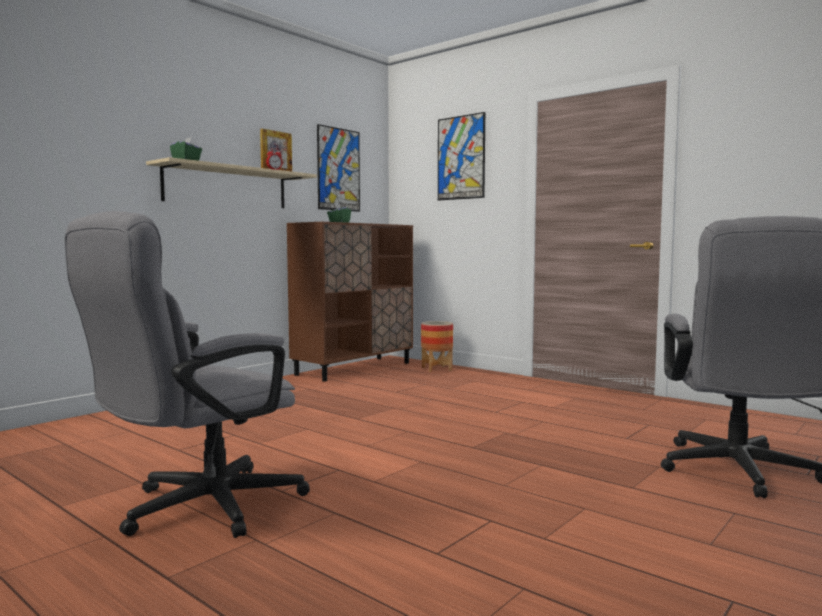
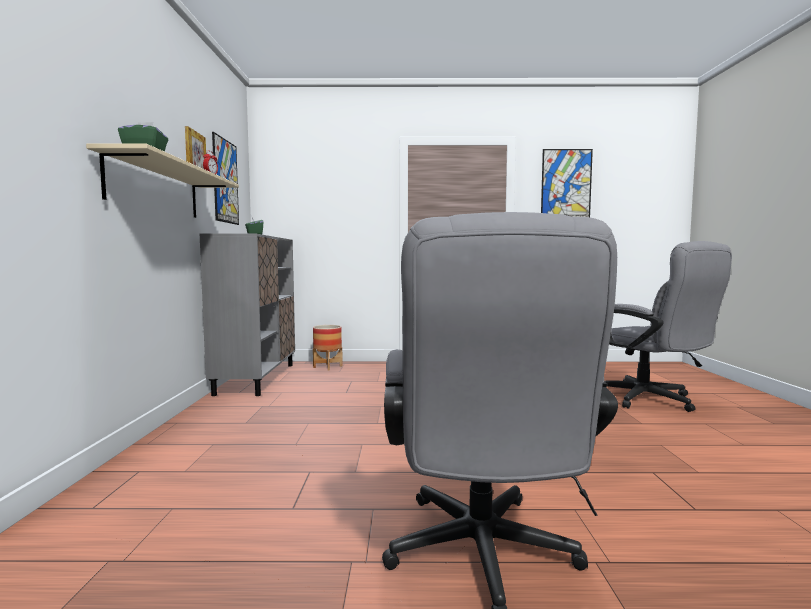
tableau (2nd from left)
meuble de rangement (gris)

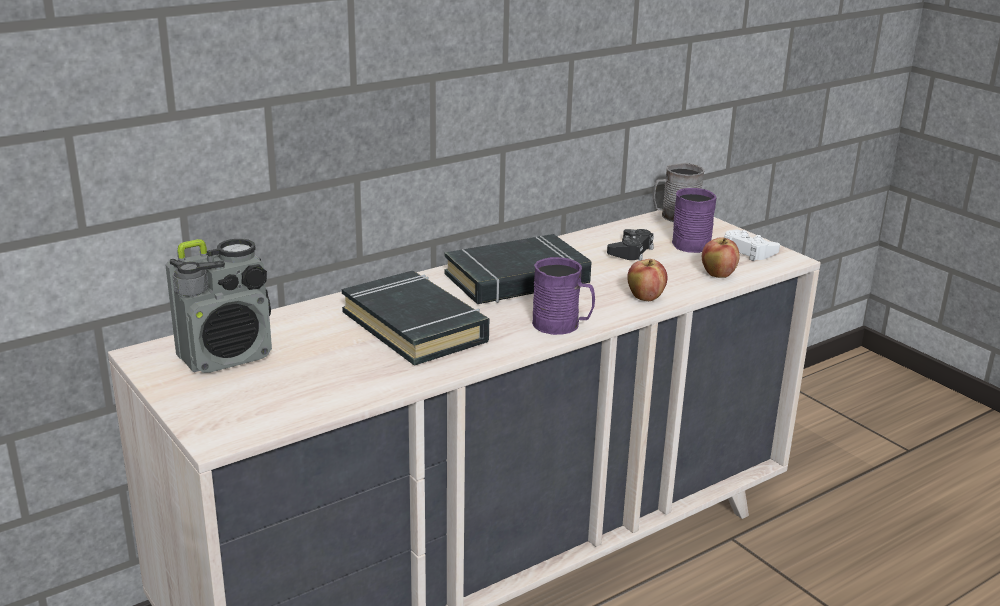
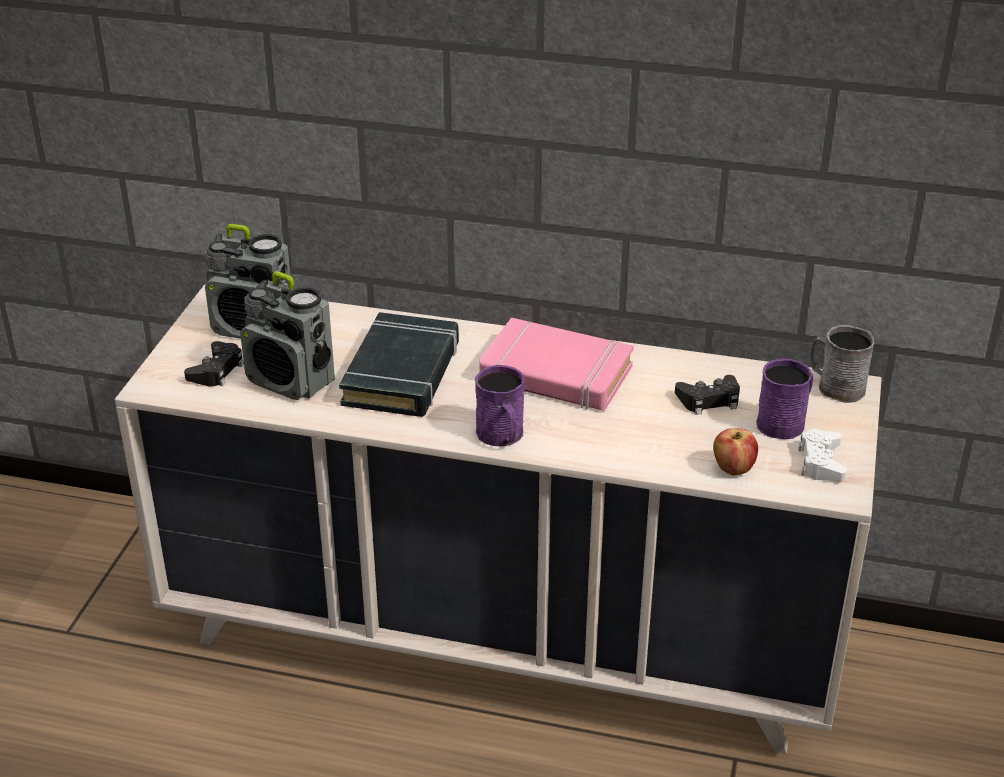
pomme (1st from left in the first image)
manette (noir) (1st from left)
radio (2nd from left)
livre (rose)

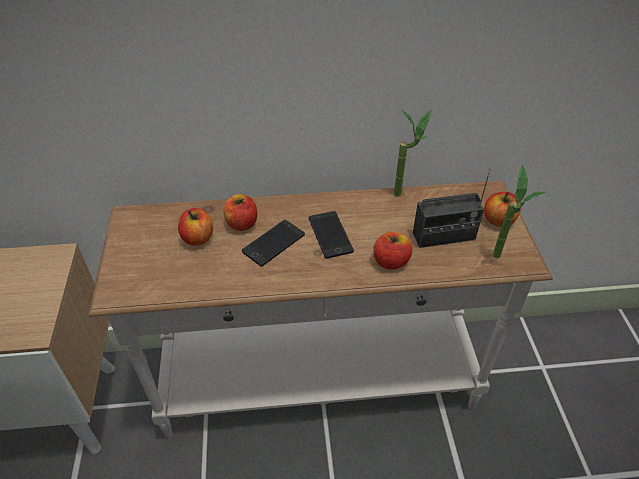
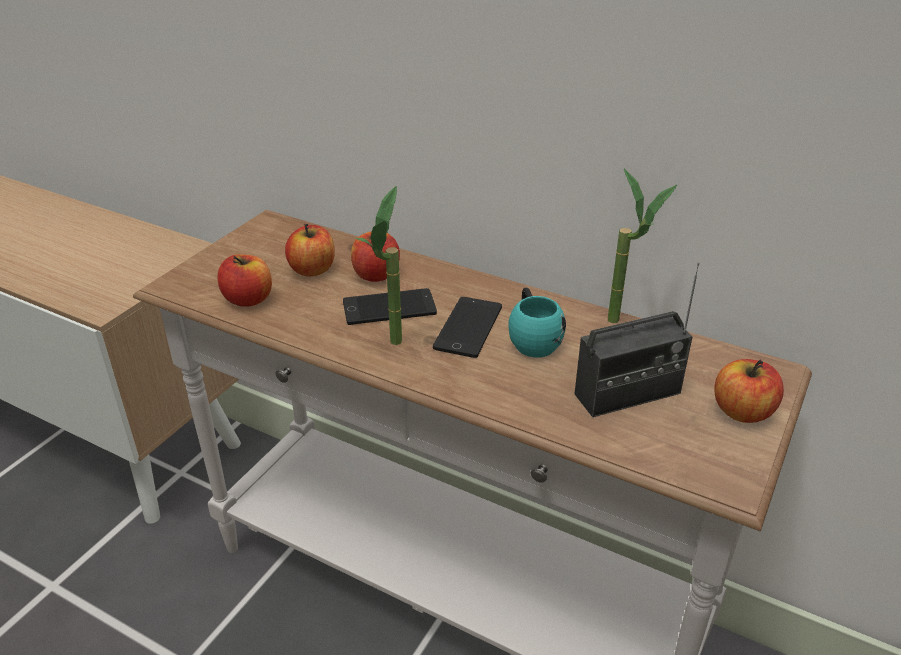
mug (turquoise)
pomme (1st from left)
plante en pot (1st from left)
radio

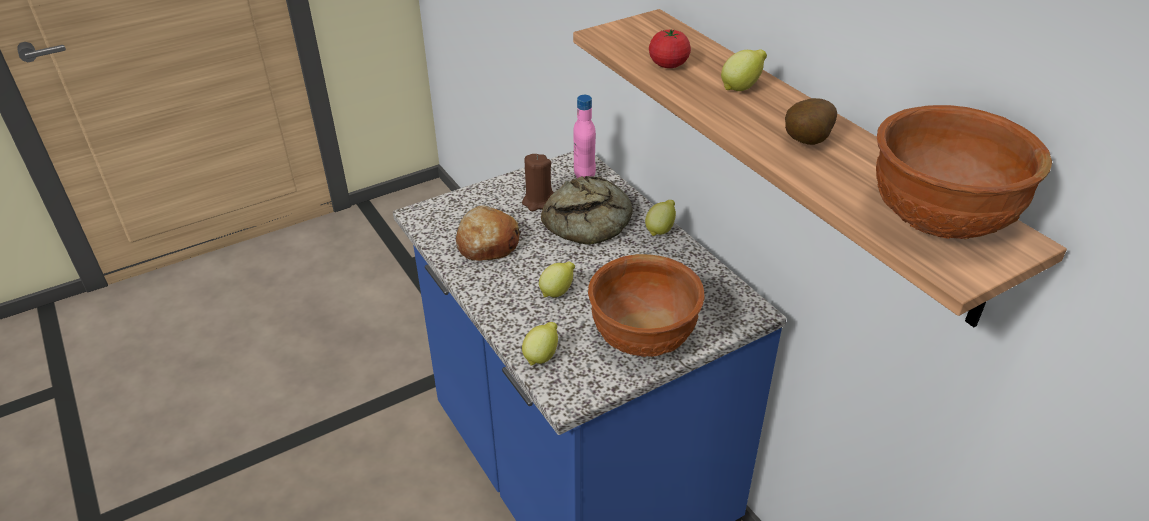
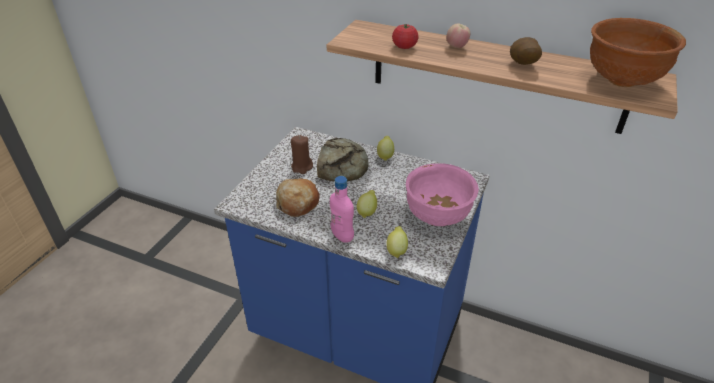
bouteille (rose)
pomme
bol (rose)

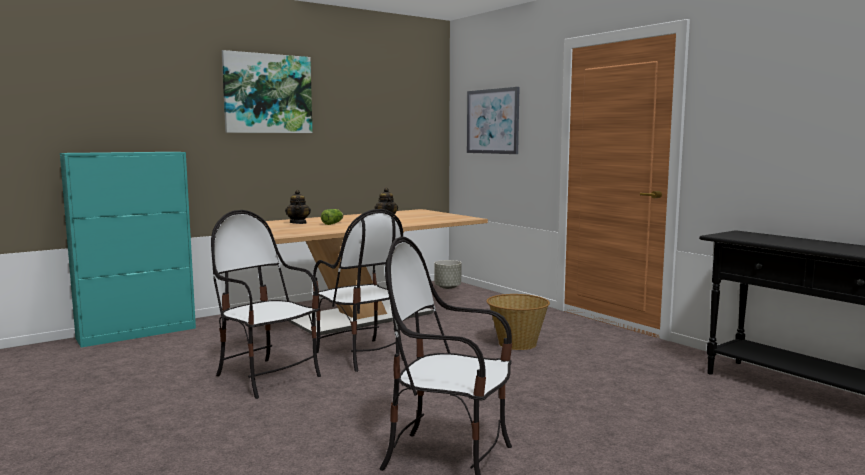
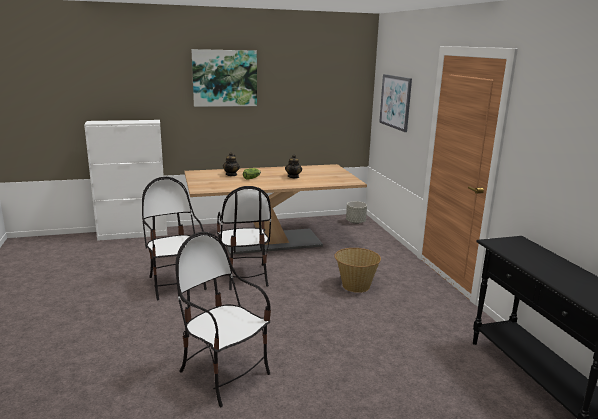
meuble de rangement (blanc)

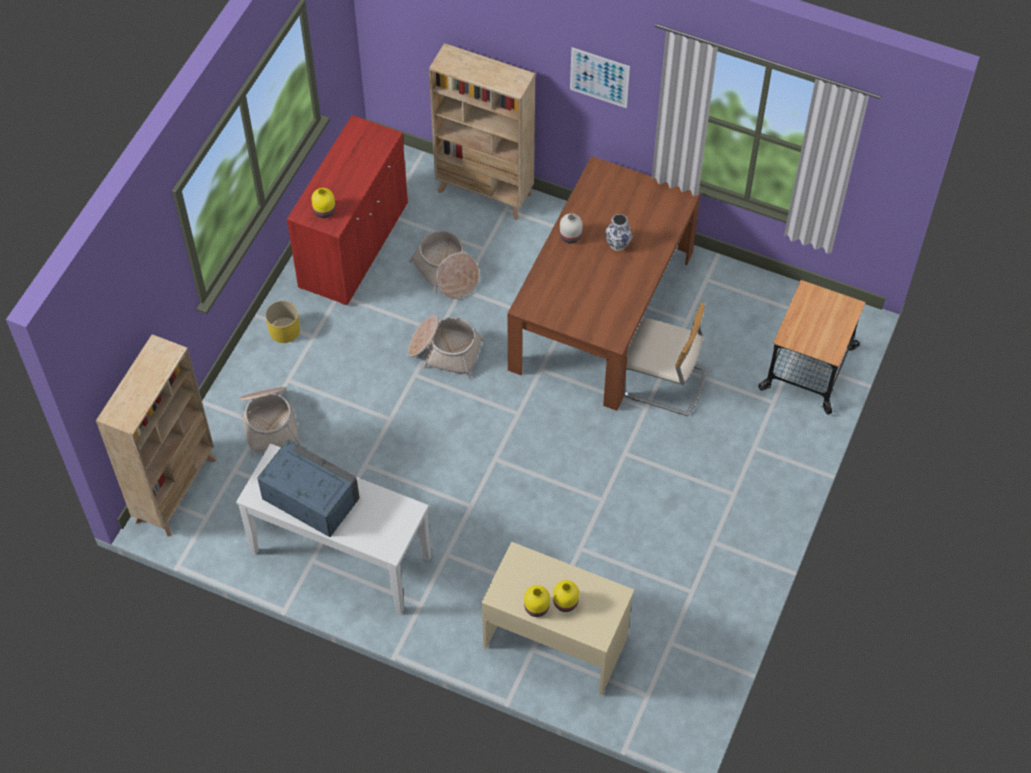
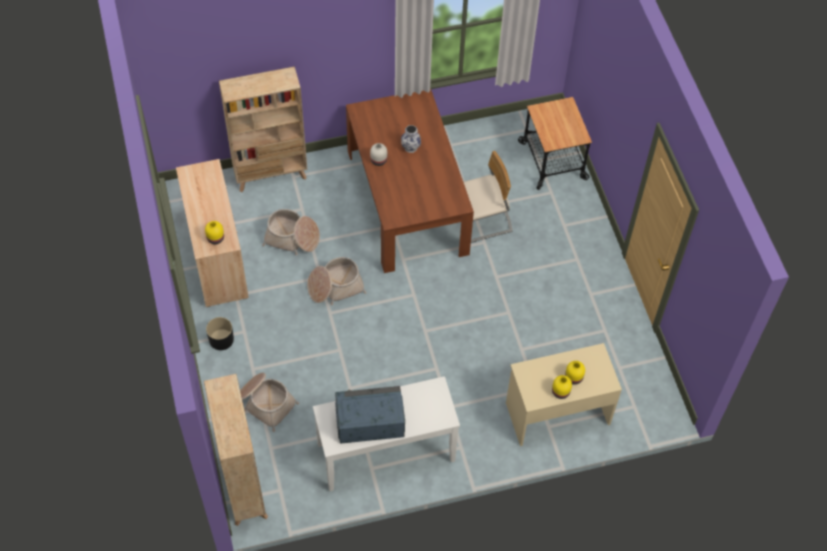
tableau
cache-pot (noir)
meuble de rangement (beige)

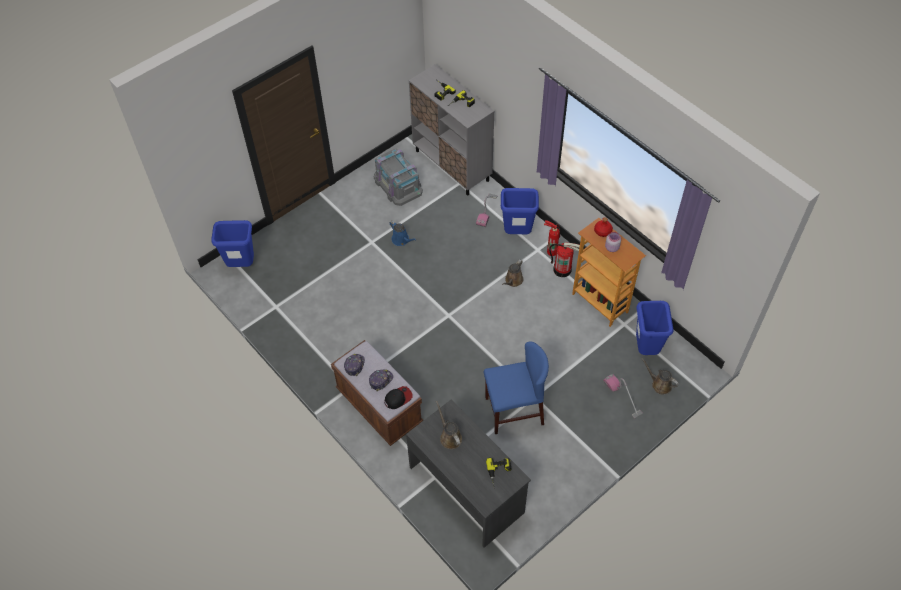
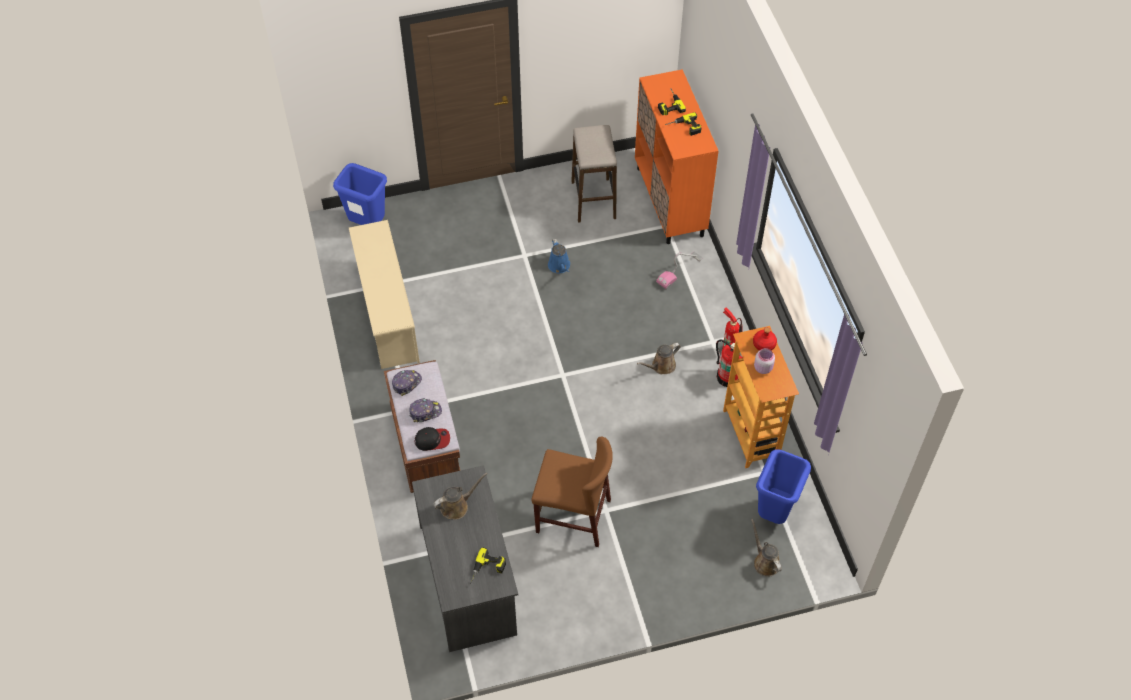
poubelle (bleu) (2nd from left in the first image)
aspirateur (2nd from left in the first image)
étagère à chaussures (beige)
tabouret
meuble de rangement (orange)
chaise (marron)
arrosoir (marron) (1st from left)

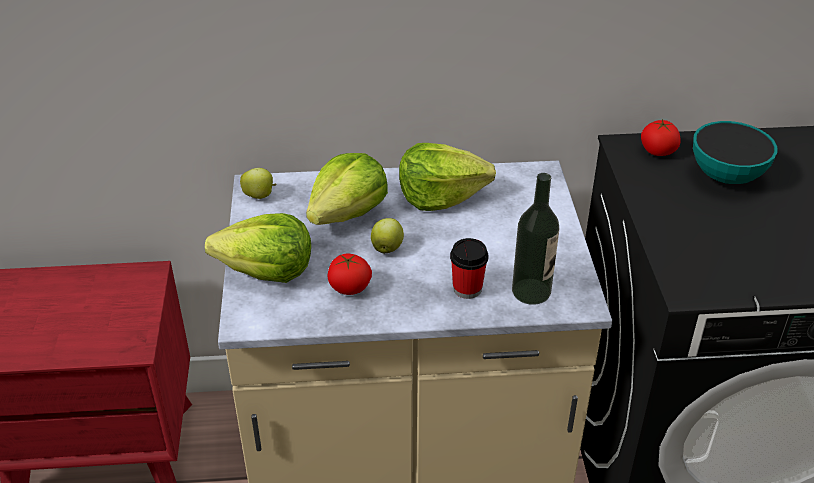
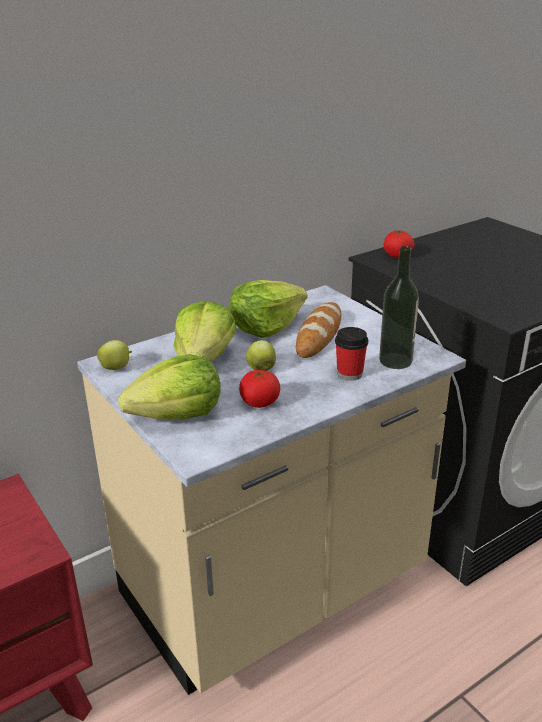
bol
pain

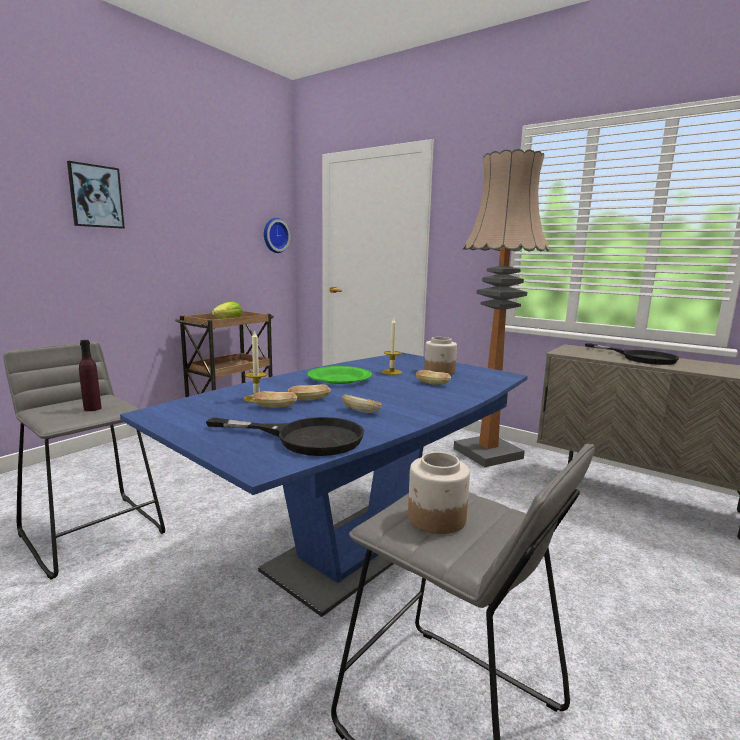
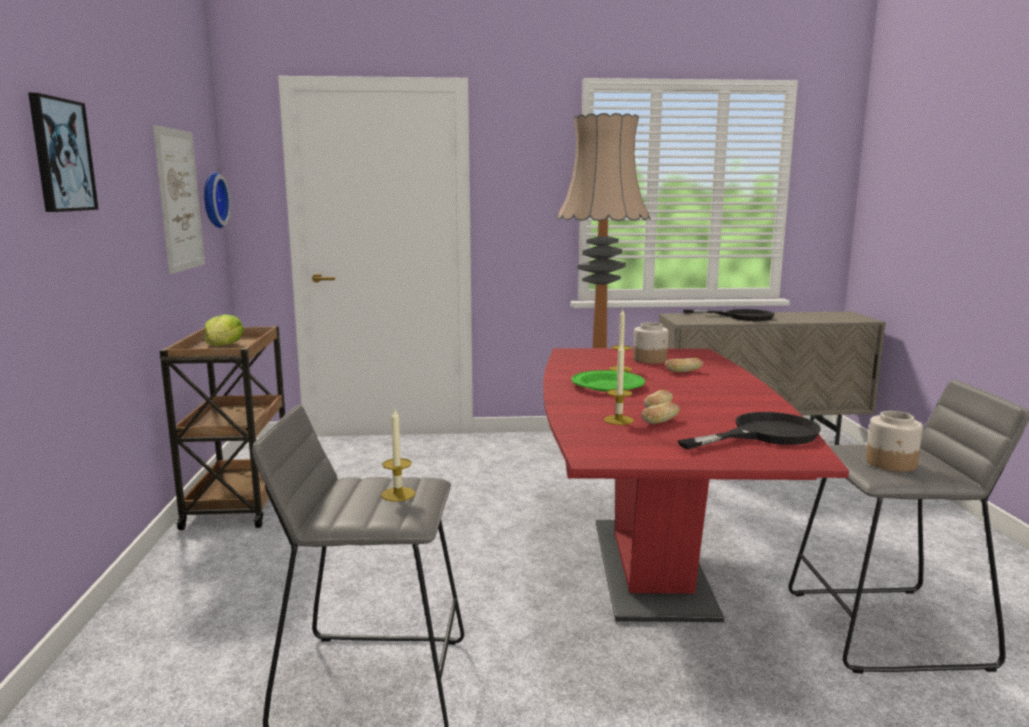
pain (3rd from left in the first image)
tableau (2nd from left)
bougie (1st from left)
table à manger (rouge)

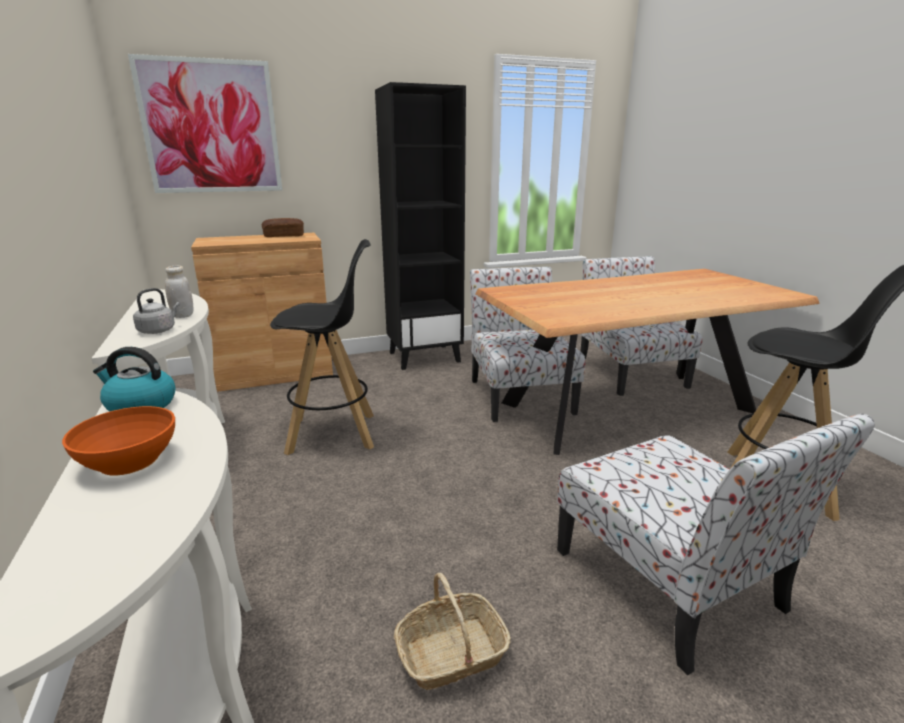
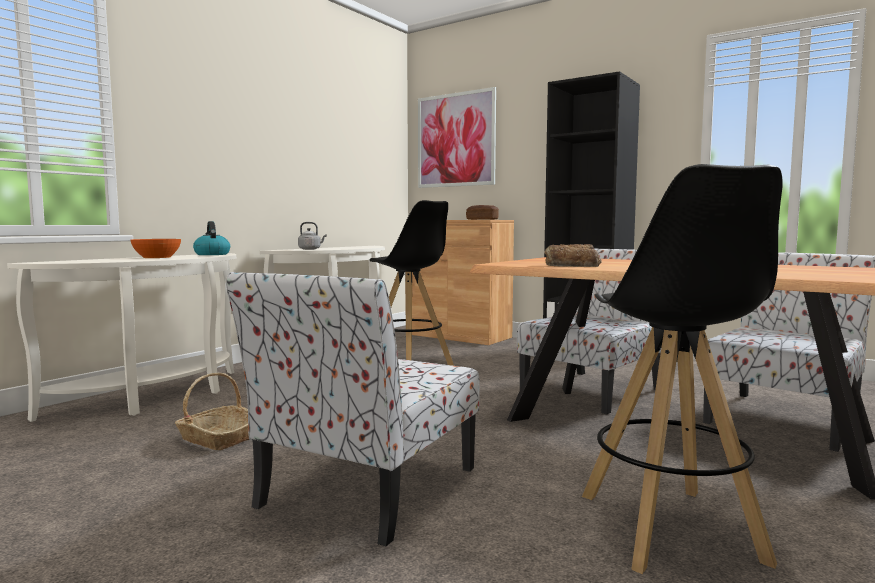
bocal (blanc)
pain (2nd from left)

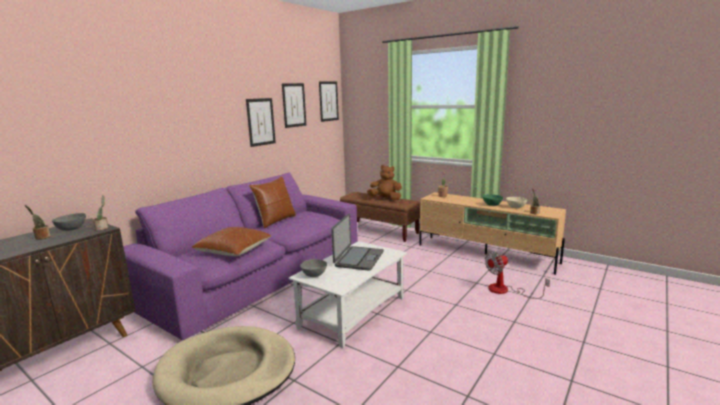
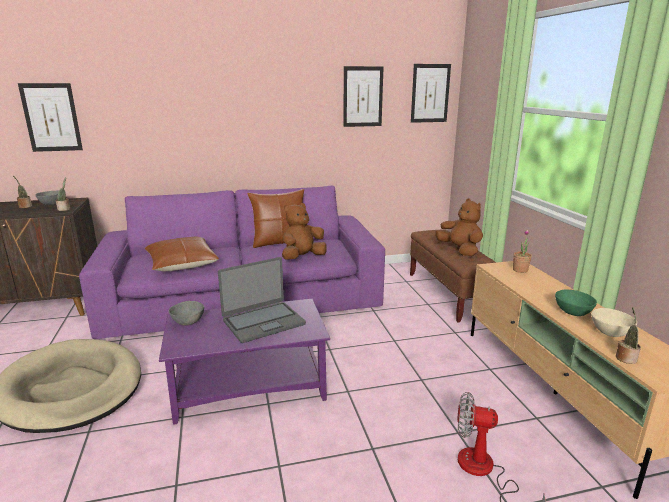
peluche (marron) (1st from left)
tableau (1st from left)
table basse (violet)

